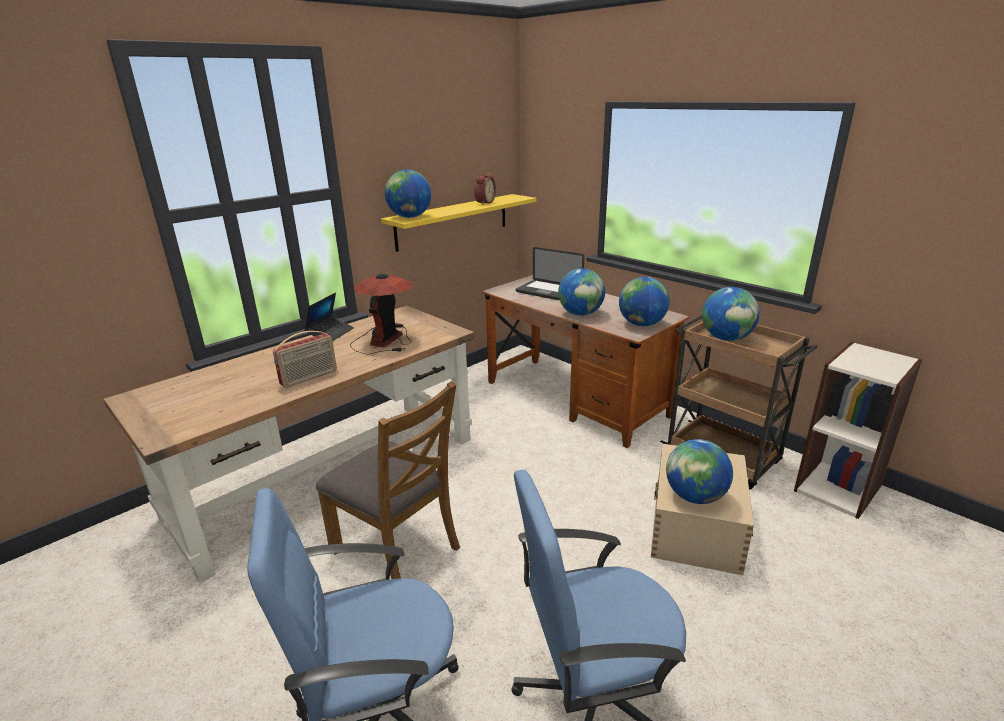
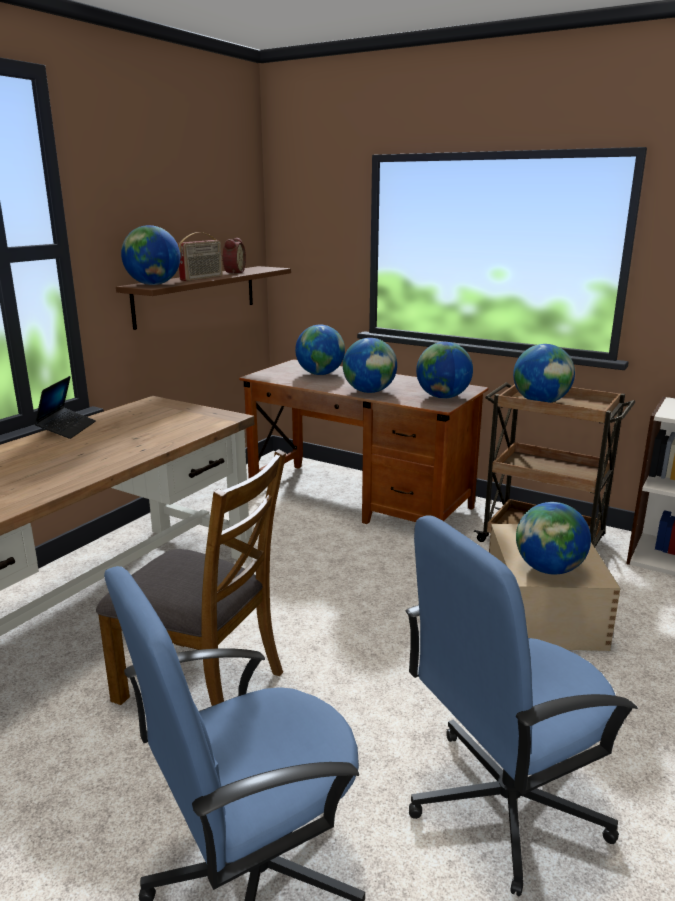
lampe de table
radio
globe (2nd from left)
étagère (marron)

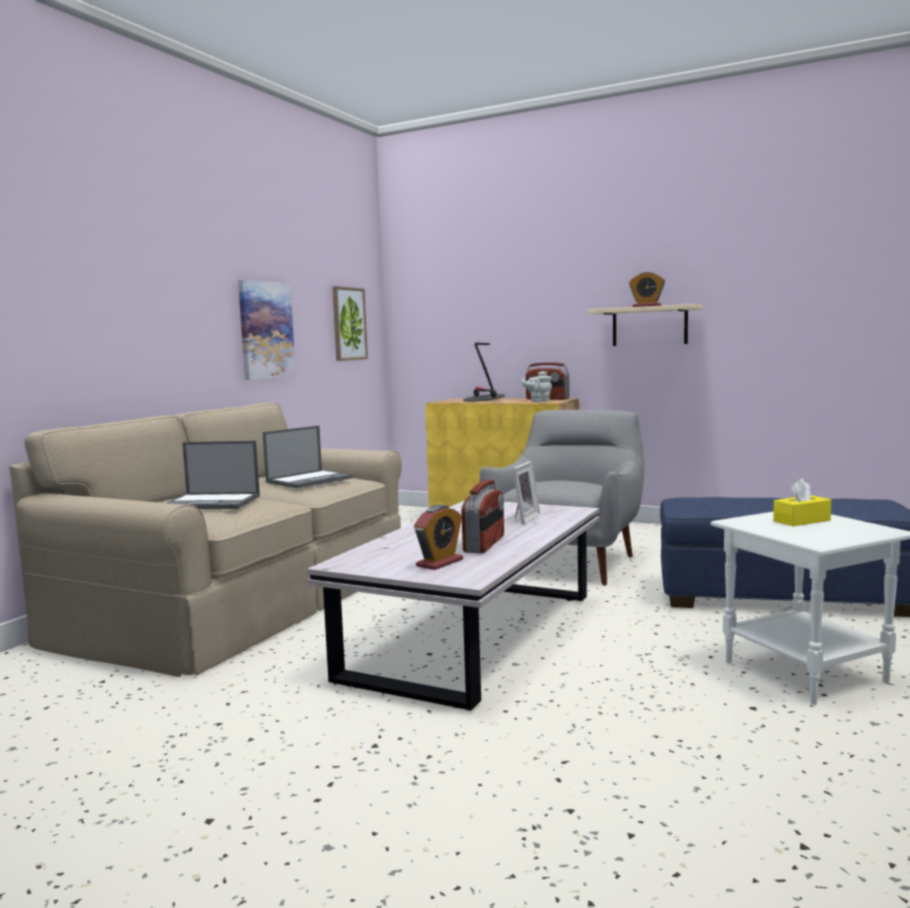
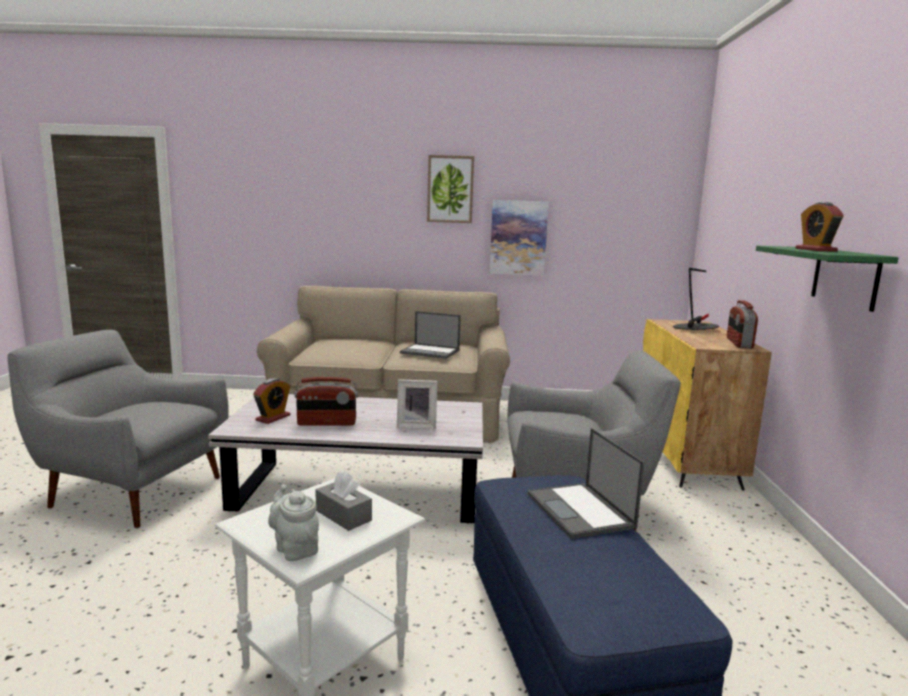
fauteuil (gris) (1st from left)
ordinateur portable (2nd from left)
tableau (1st from left)
théière (gris)
étagère (vert)
boîte à mouchoirs (gris)
réveil (1st from left)

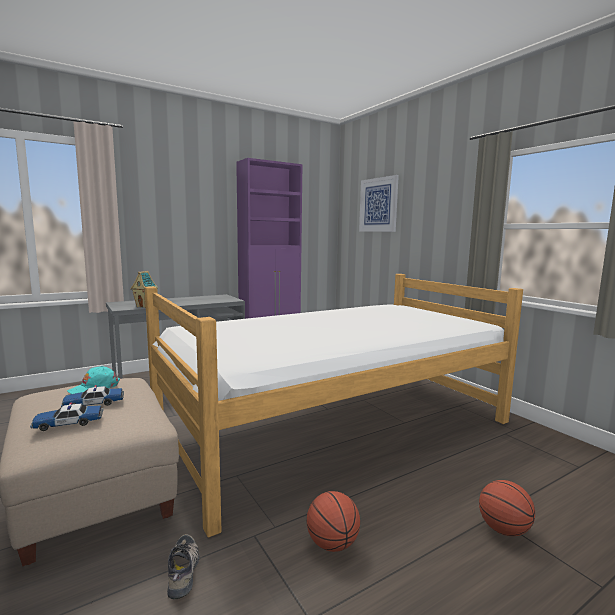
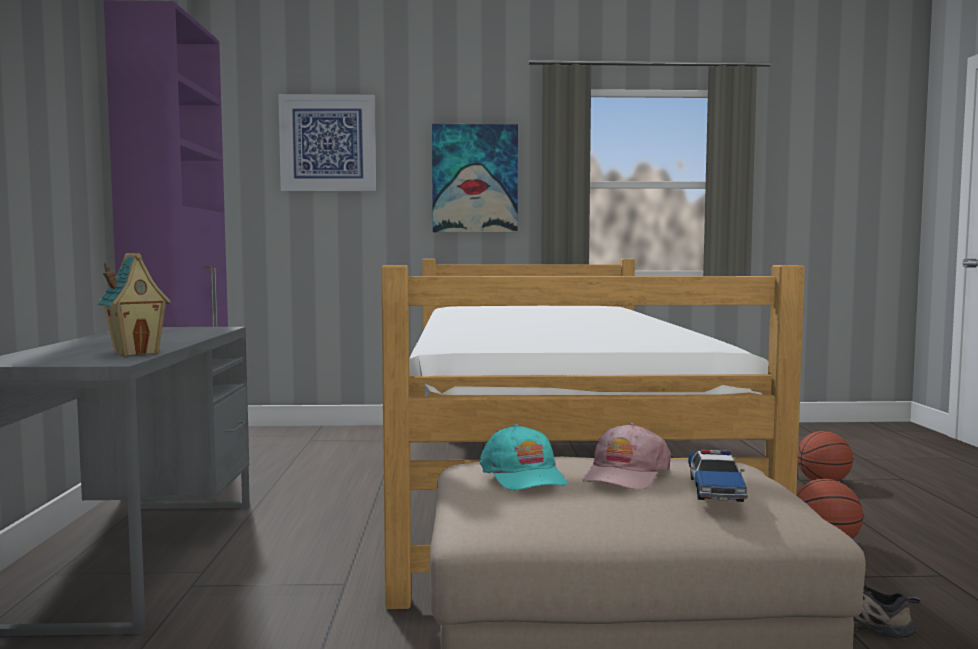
tableau (2nd from left)
casquette (rose)

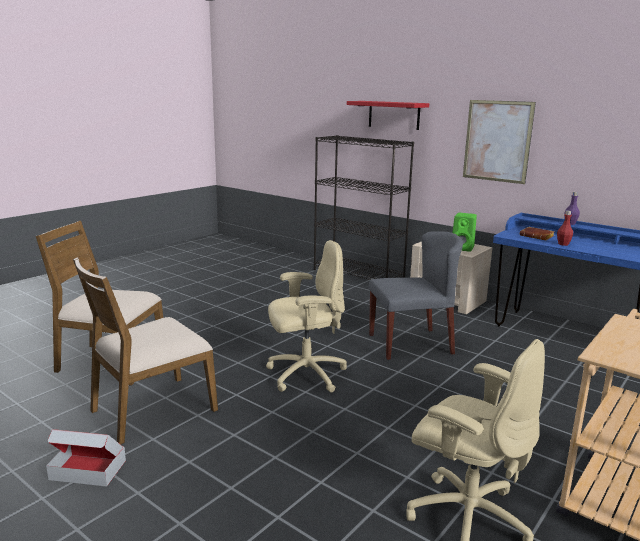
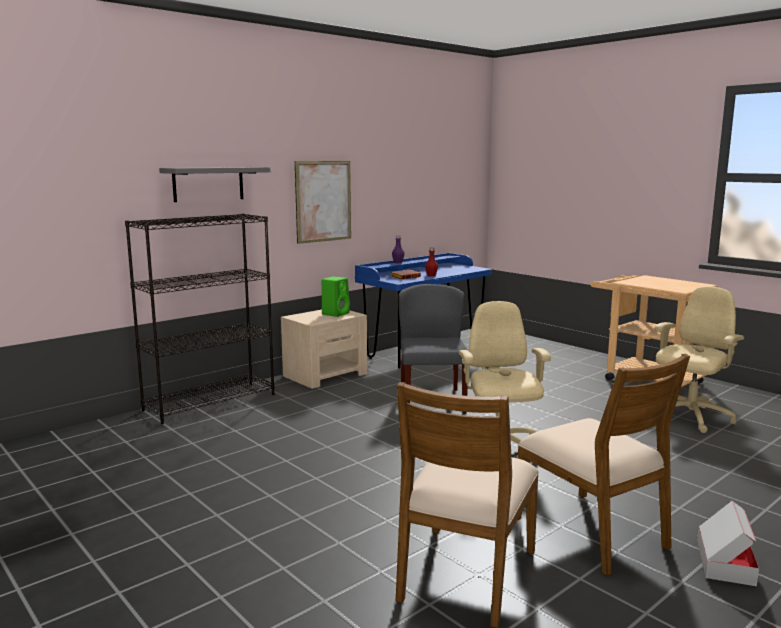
étagère (gris)

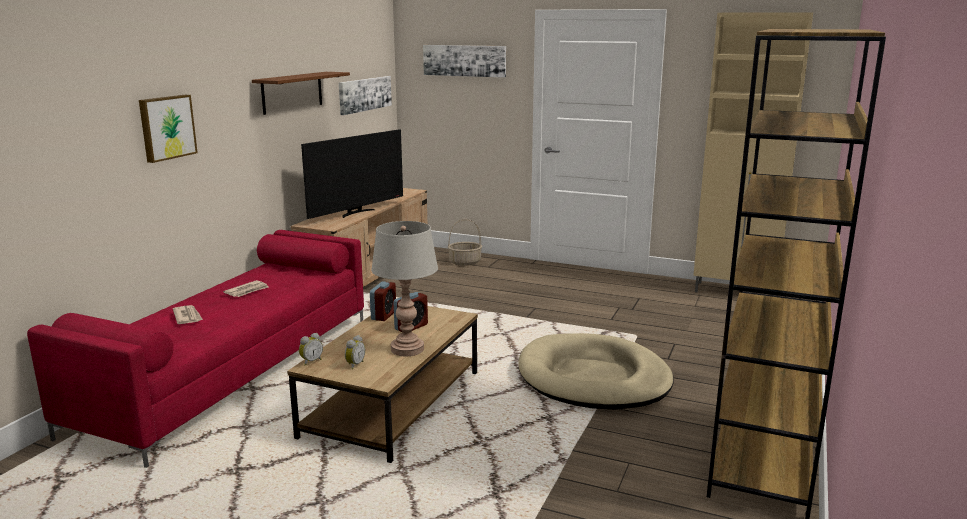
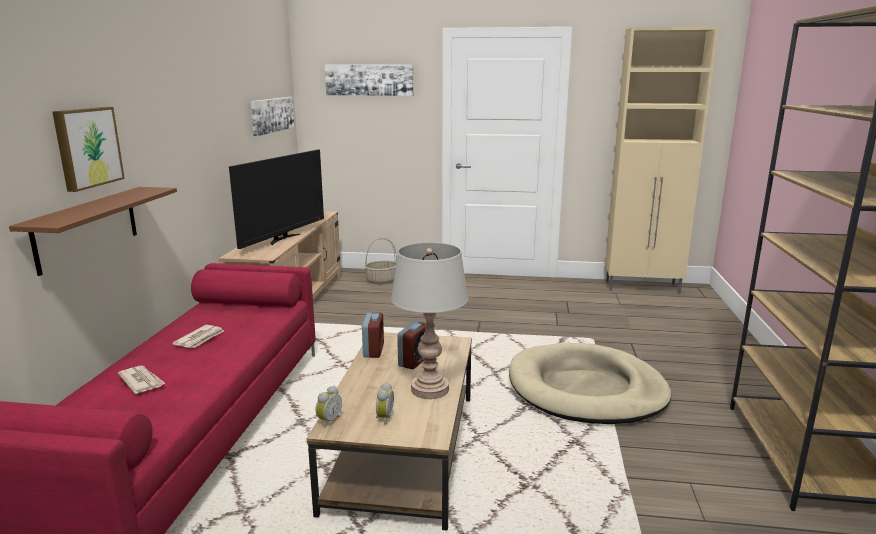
étagère (marron)

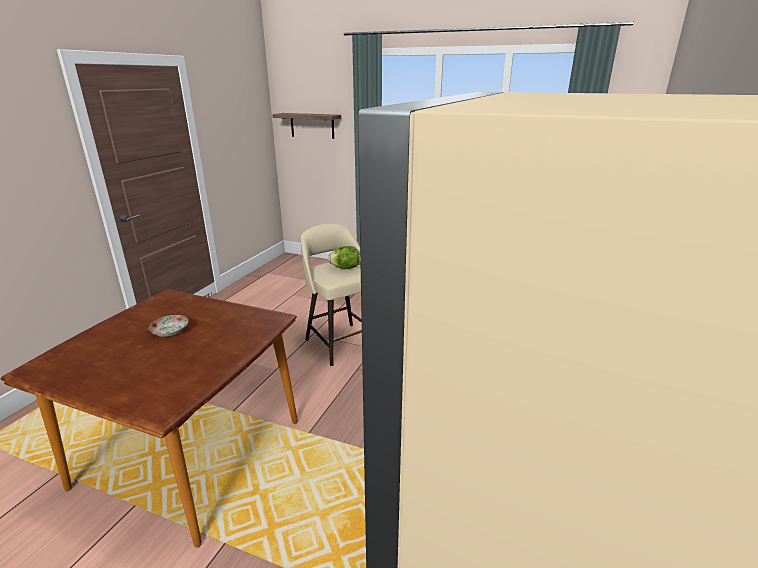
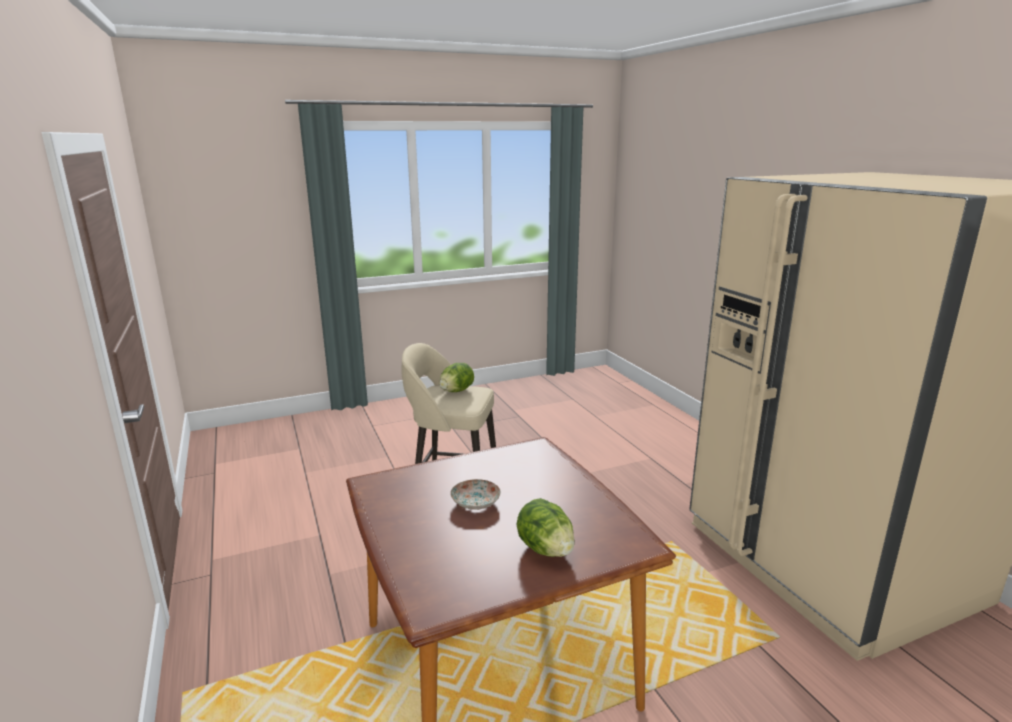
étagère
laitue (2nd from left)

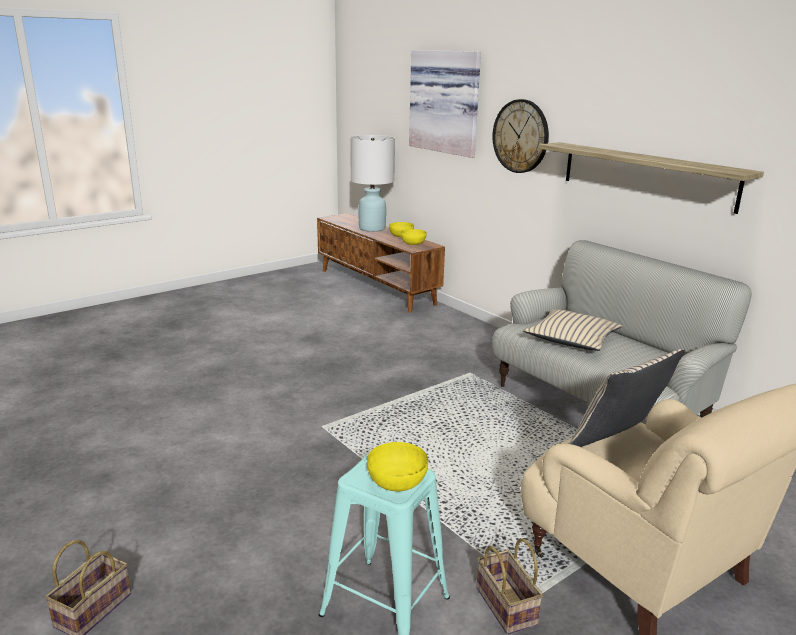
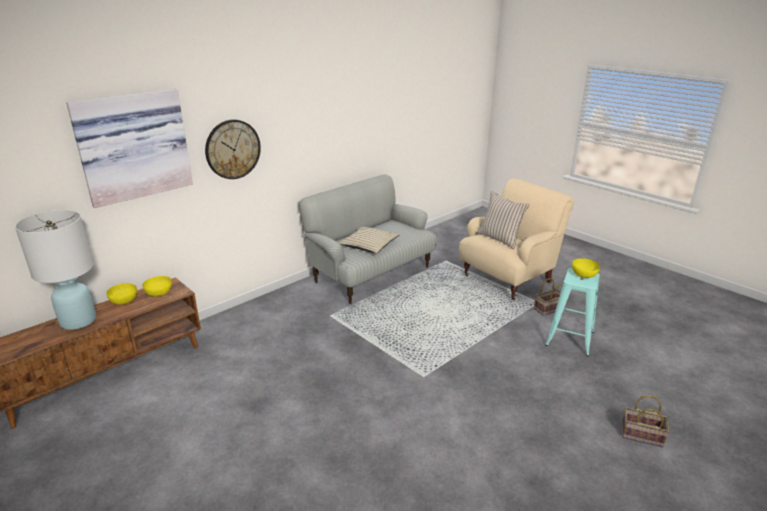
étagère

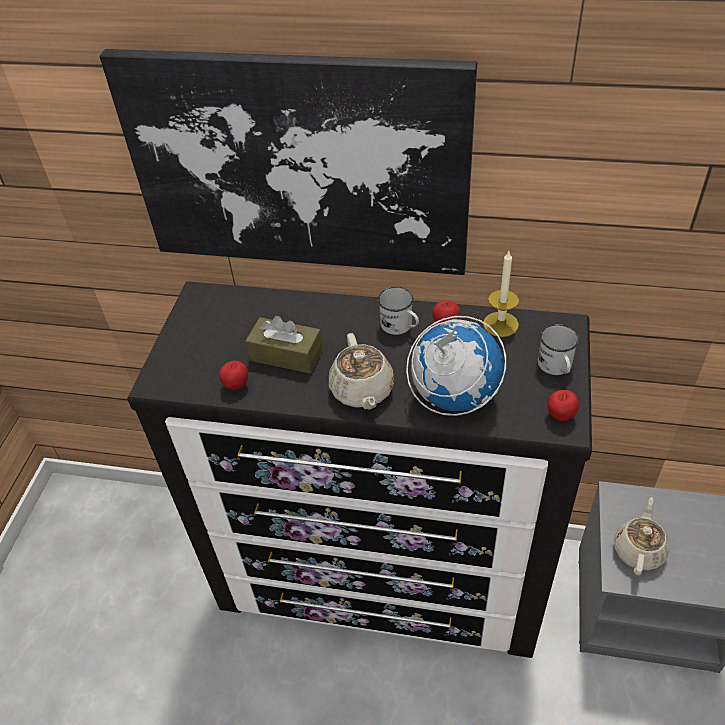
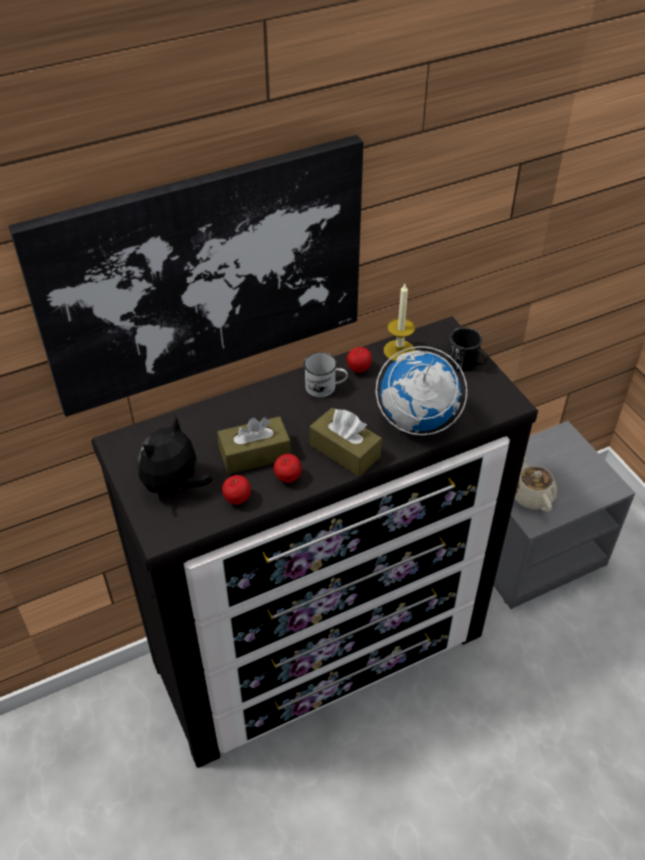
peluche
pomme (2nd from left)
boîte à mouchoirs (marron) (2nd from left)
mug (noir)

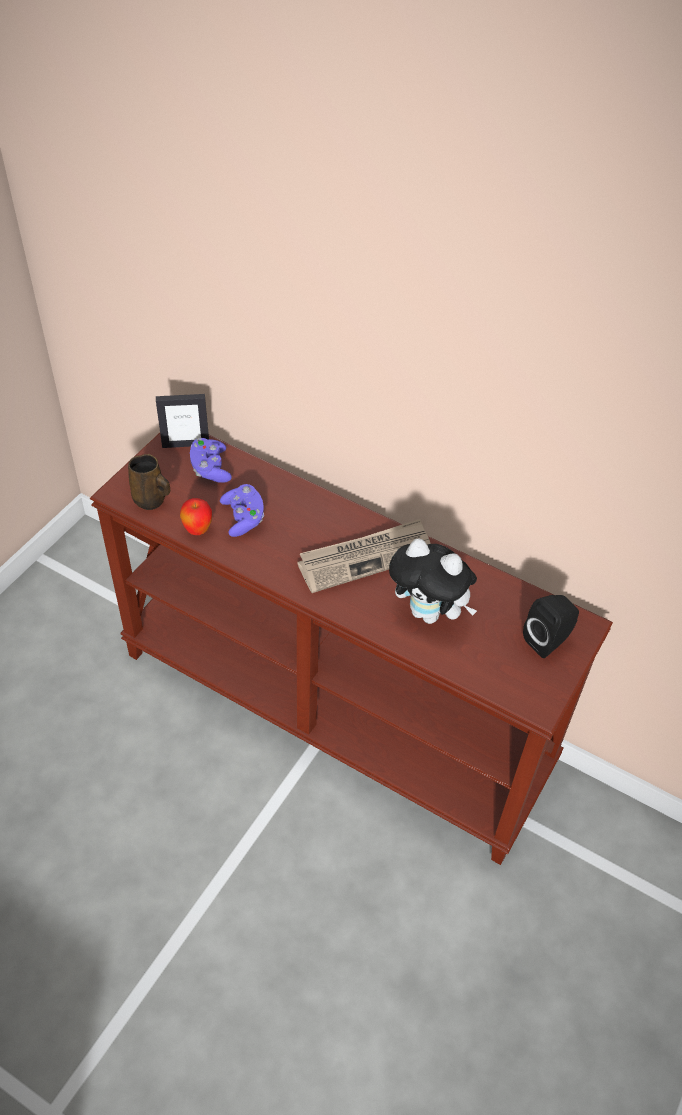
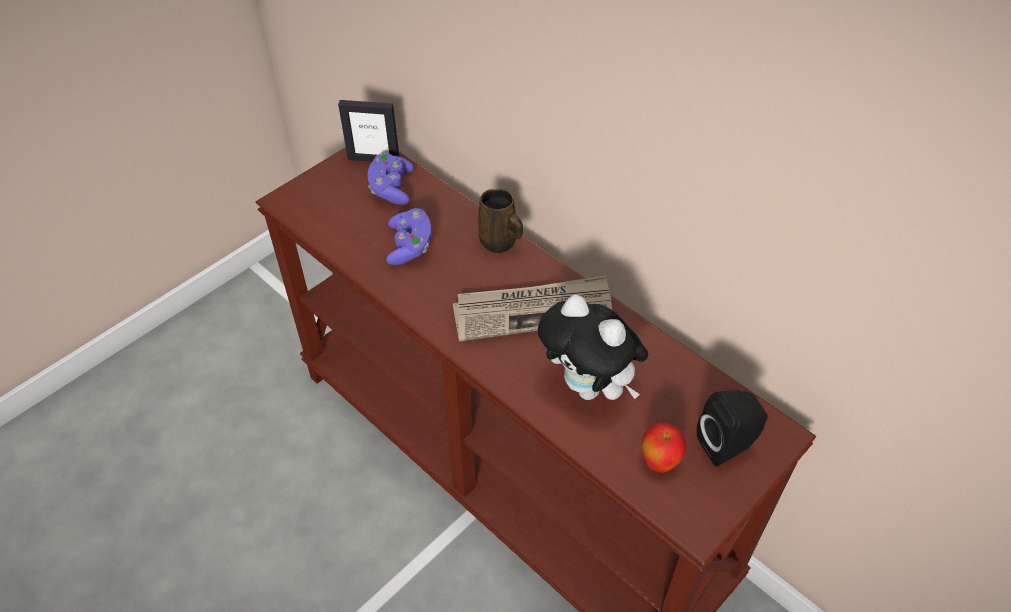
mug (marron)
pomme

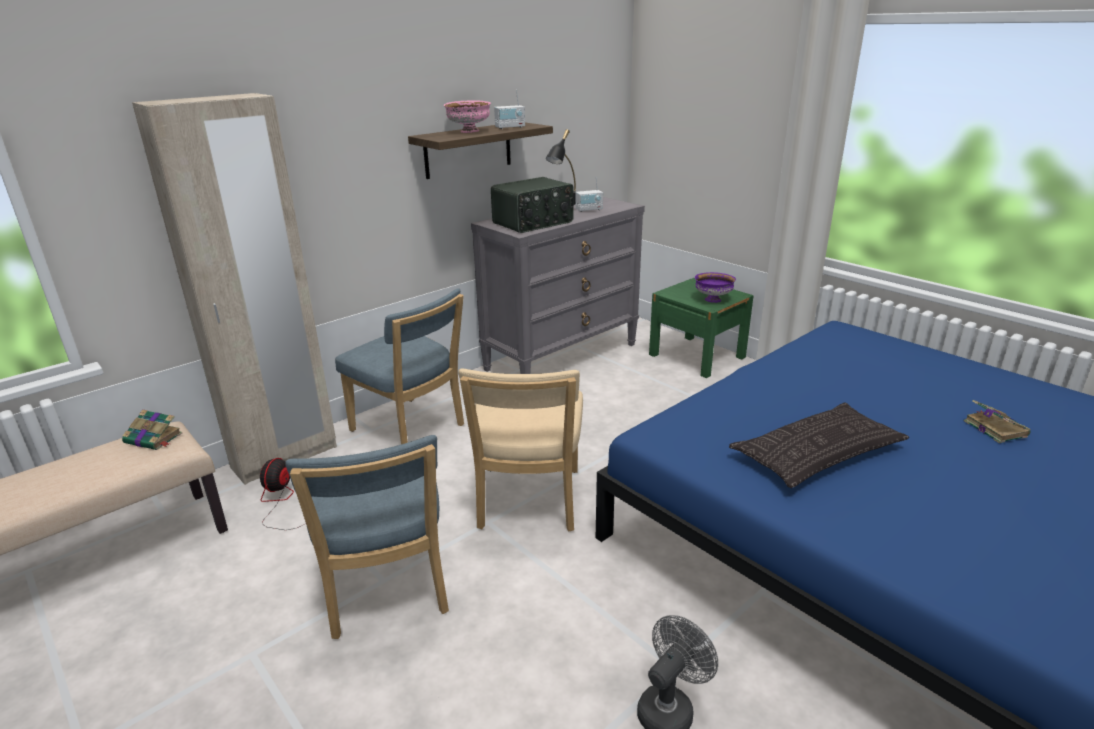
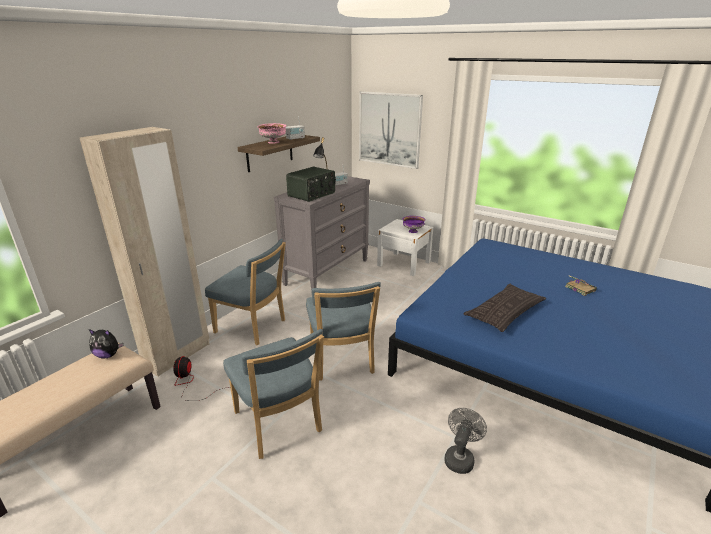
tableau
peluche
chaise (bleu) (3rd from left)
table de chevet (blanc)

